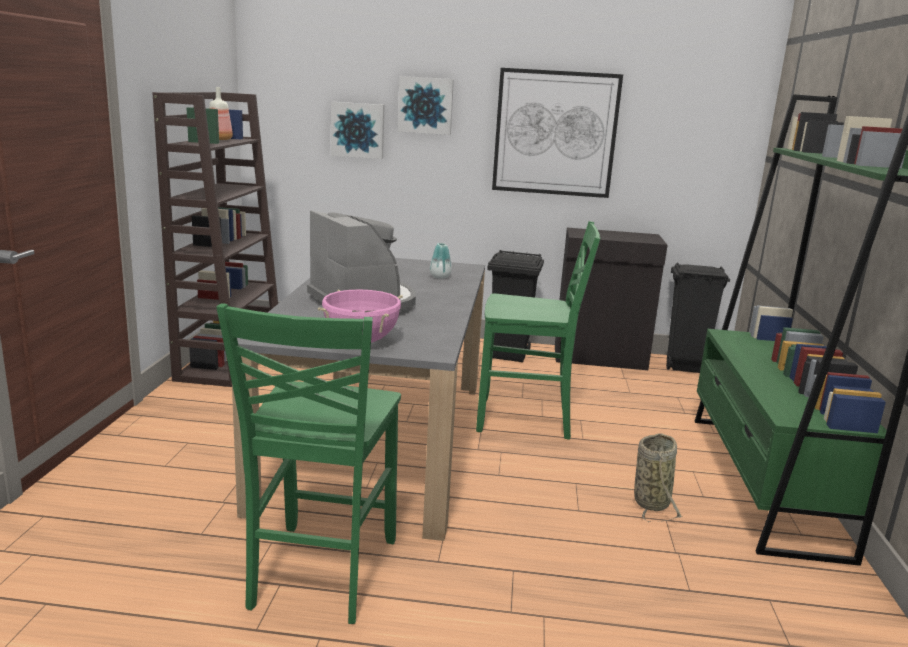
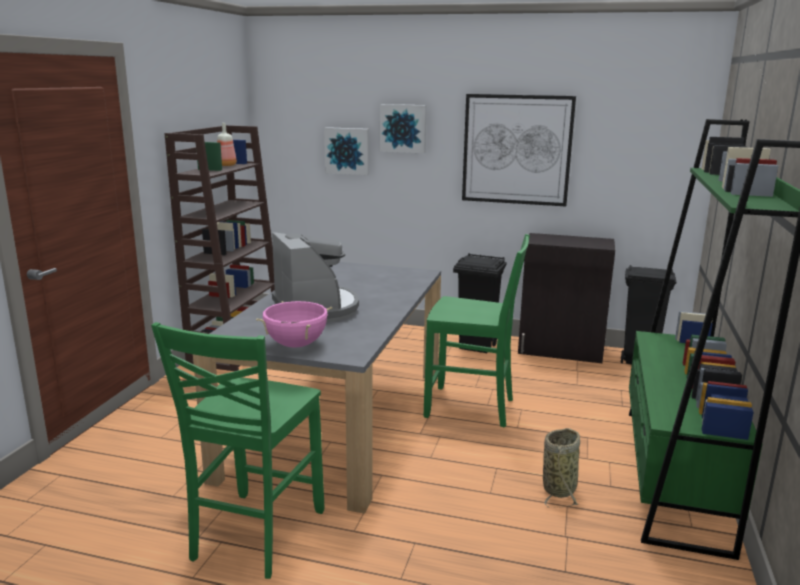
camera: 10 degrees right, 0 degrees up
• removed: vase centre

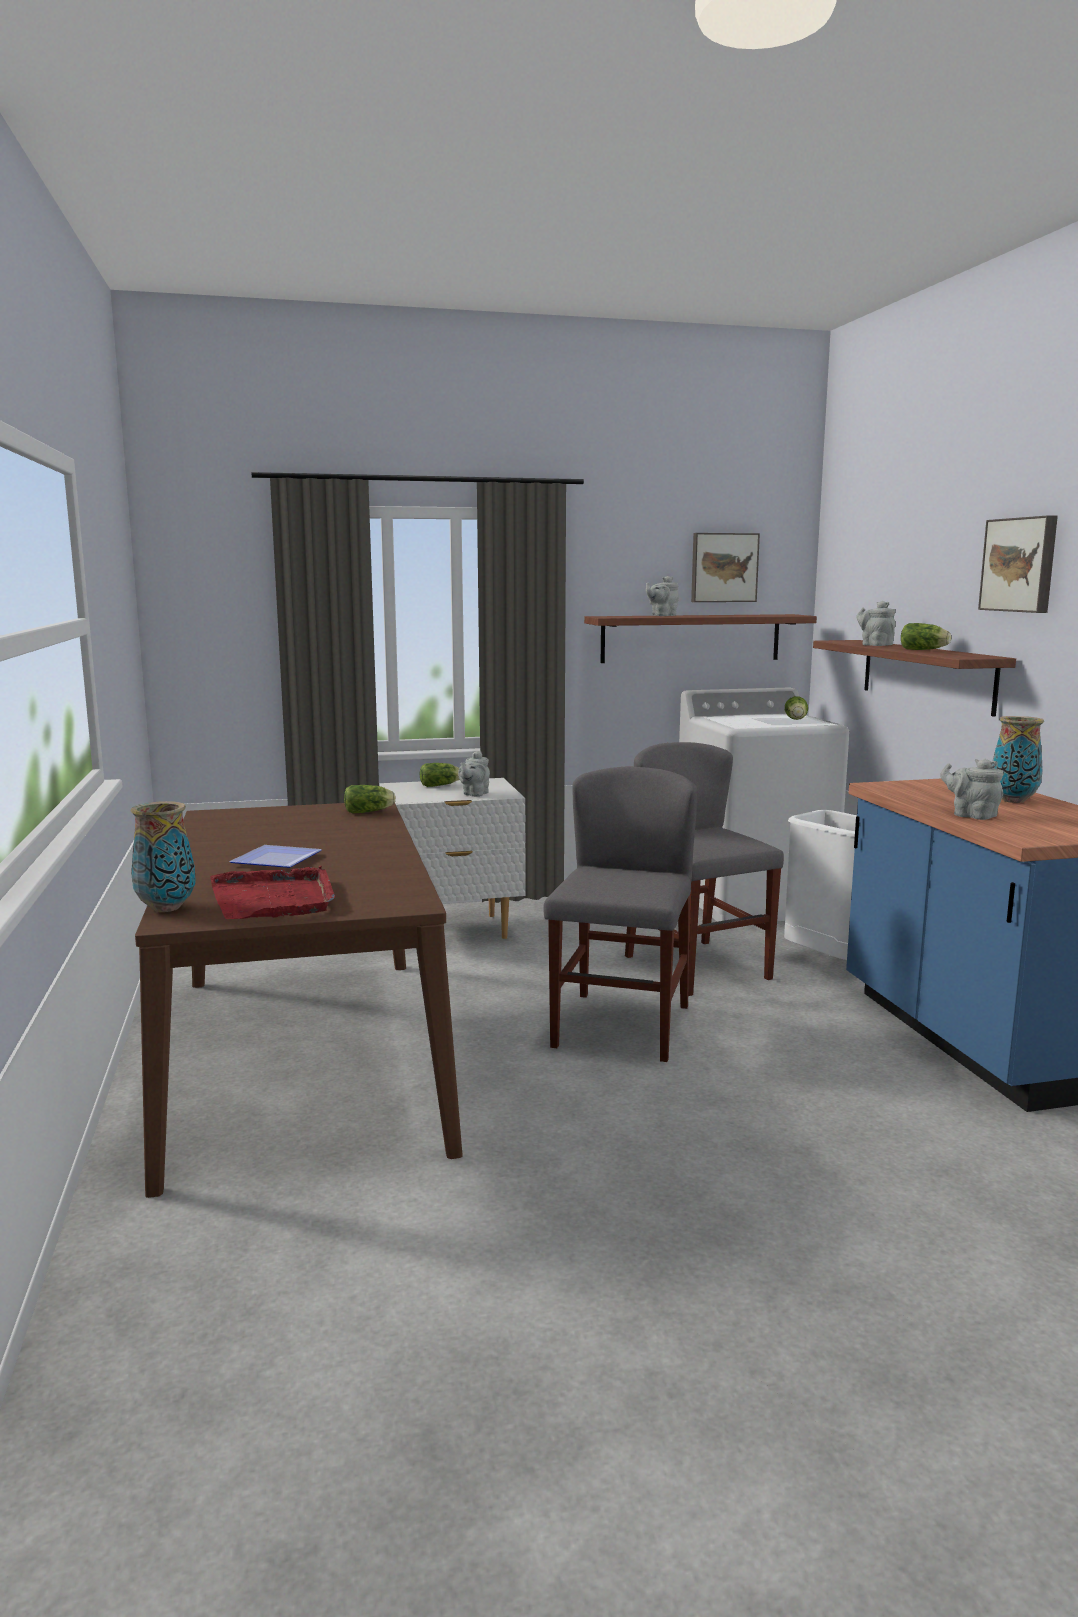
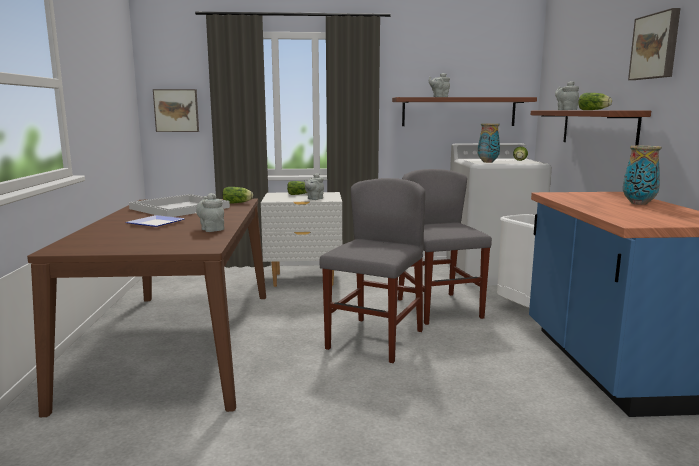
camera: 10 degrees right, 0 degrees up
• added: white tray middle left
• moved: picture (1st from left) middle right to top left
• moved: grey teapot (4th from left in the first image) middle right to grey teapot (1st from left) middle left
• moved: vase (1st from left) middle left to top right
• removed: red tray middle left

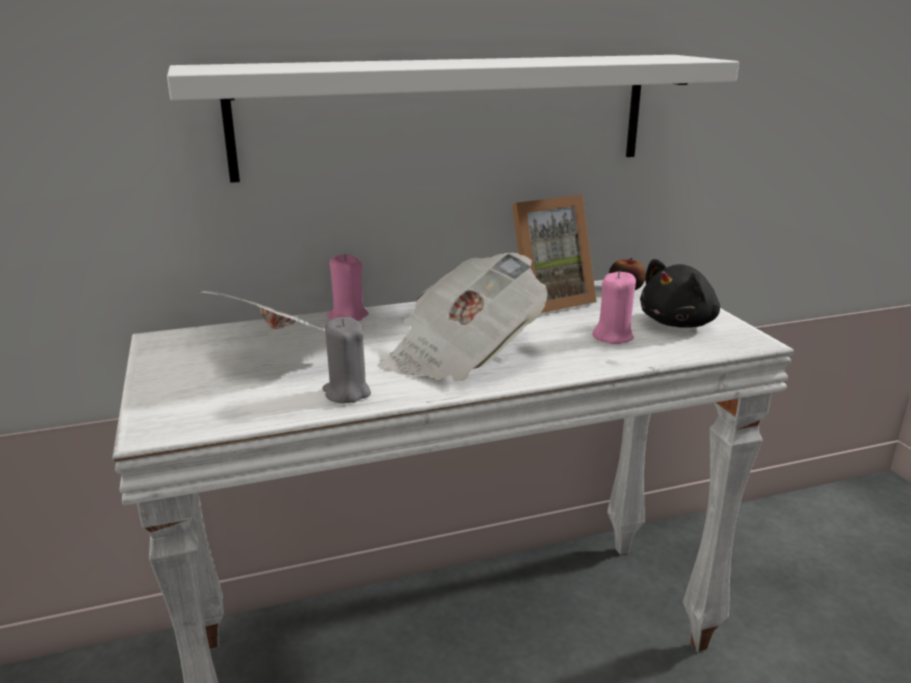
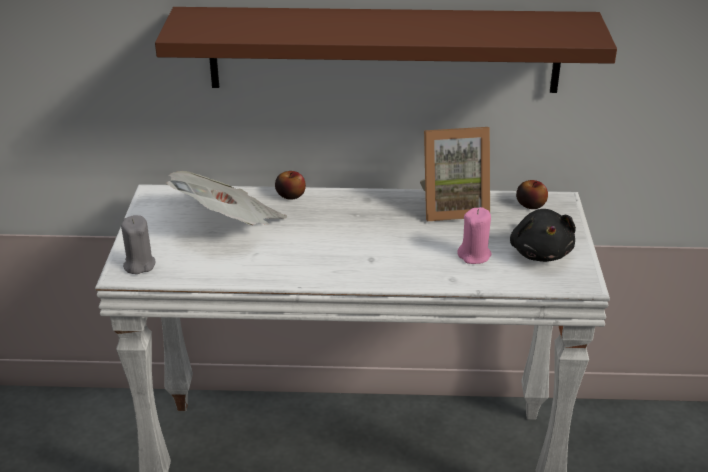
camera: 20 degrees right, 10 degrees up
• moved: grey candle centre to middle left
• recoloured: white shelf top centre to brown shelf top centre
• replaced: pink candle (1st from left) centre to apple (1st from left) centre
• turned: black plush toy middle right = middle right 75 degrees counterclockwise
• removed: newspaper (2nd from left) centre

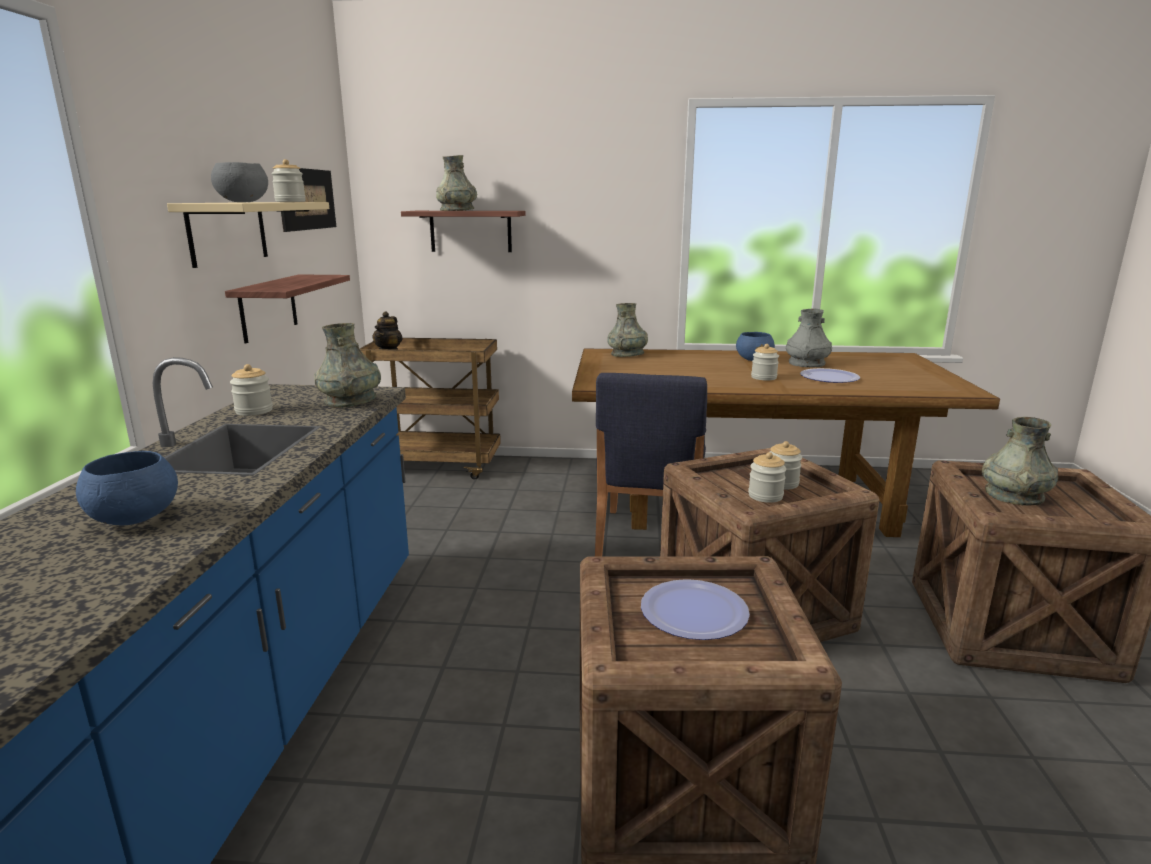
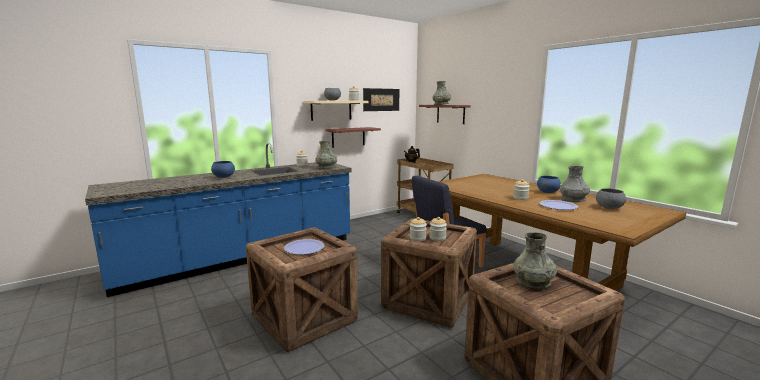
camera: 50 degrees right, 5 degrees down
• added: grey bowl (2nd from left) middle right
• removed: grey vase (3rd from left) centre

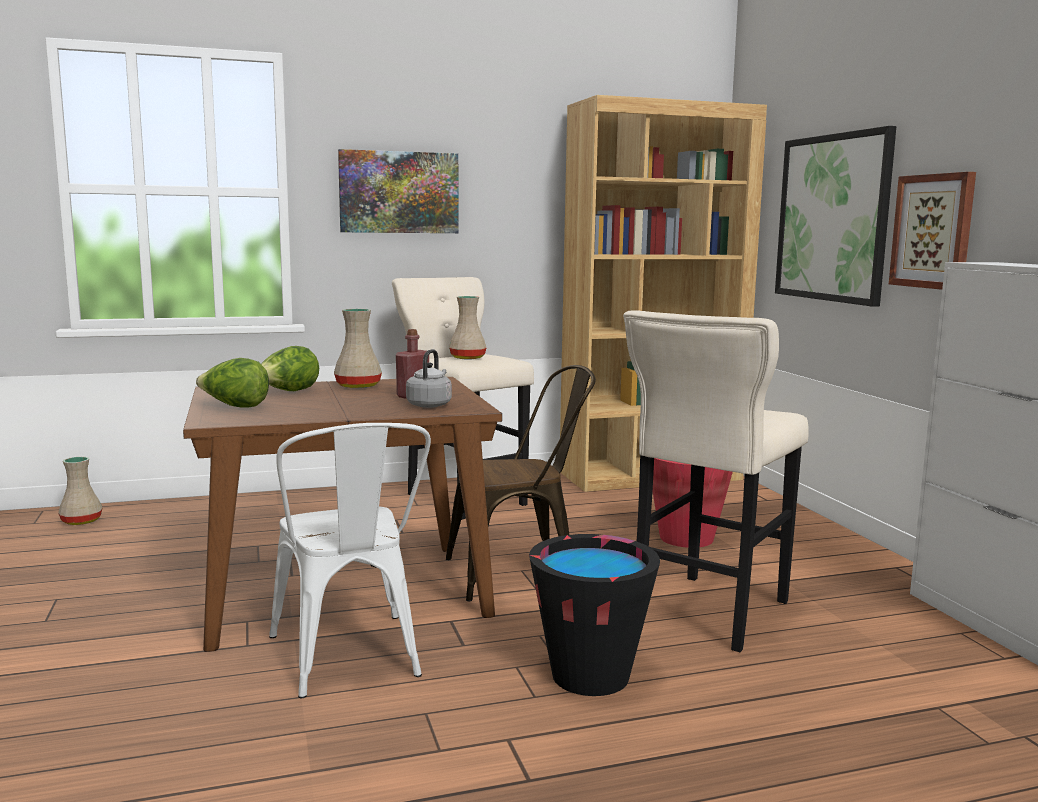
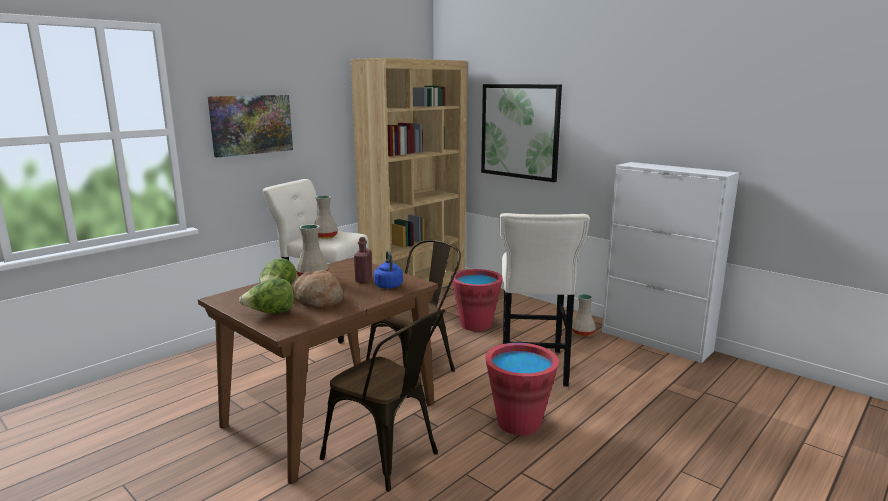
camera: 30 degrees left, 5 degrees up
• added: bread centre
• recoloured: white chair bottom centre to brown chair (1st from left) bottom centre
• recoloured: grey kettle centre to blue kettle centre
• recoloured: black bucket bottom centre to red bucket (2nd from left) bottom centre
• moved: beige vase (1st from left in the first image) middle left to beige vase (3rd from left) centre
• removed: picture (3rd from left) top right

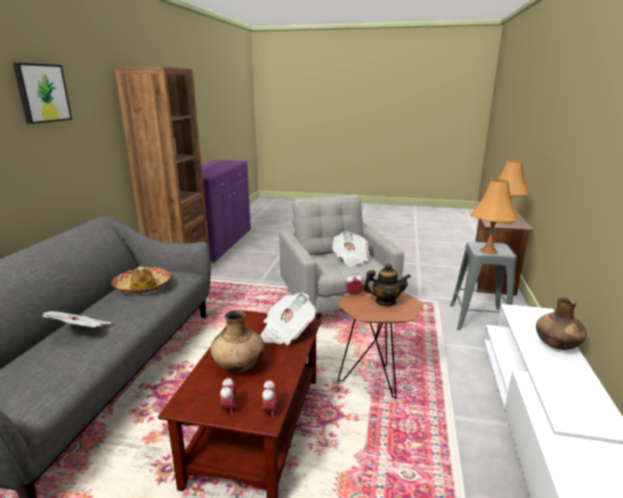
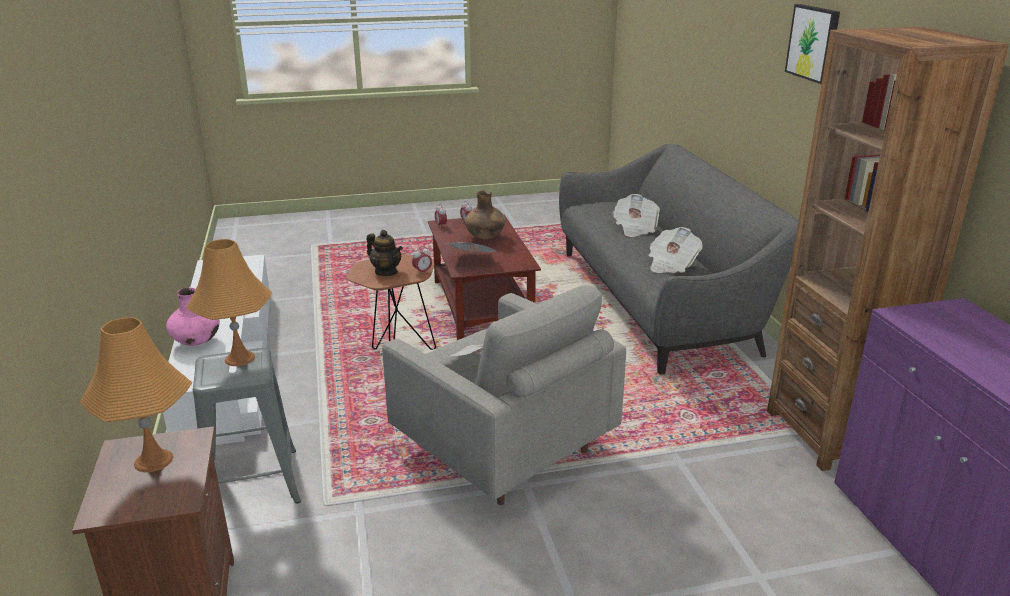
camera: 155 degrees right, 5 degrees up
• recoloured: brown vase (2nd from left) middle right to pink vase middle left
• turned: teapot centre = centre 120 degrees counterclockwise
• replaced: hat middle left to newspaper (4th from left) middle right

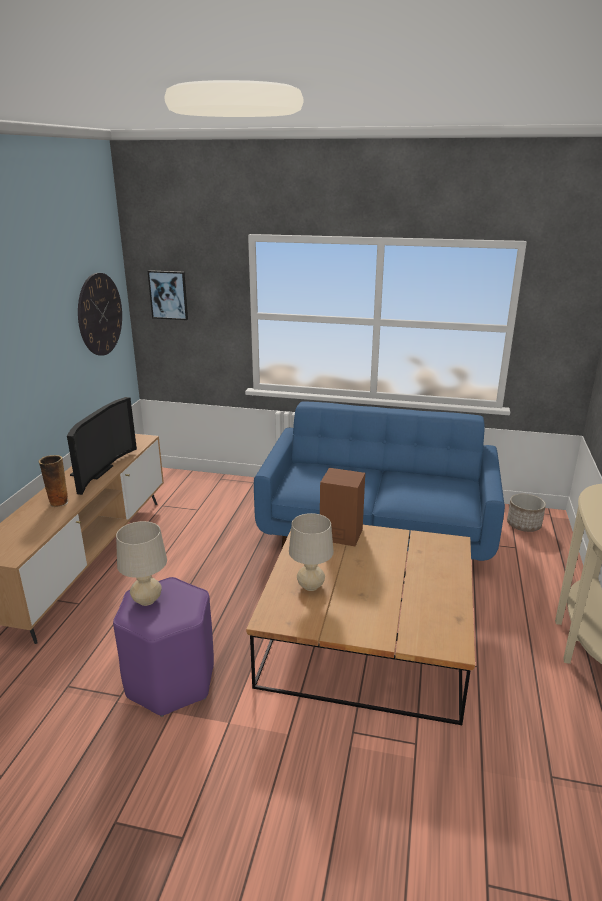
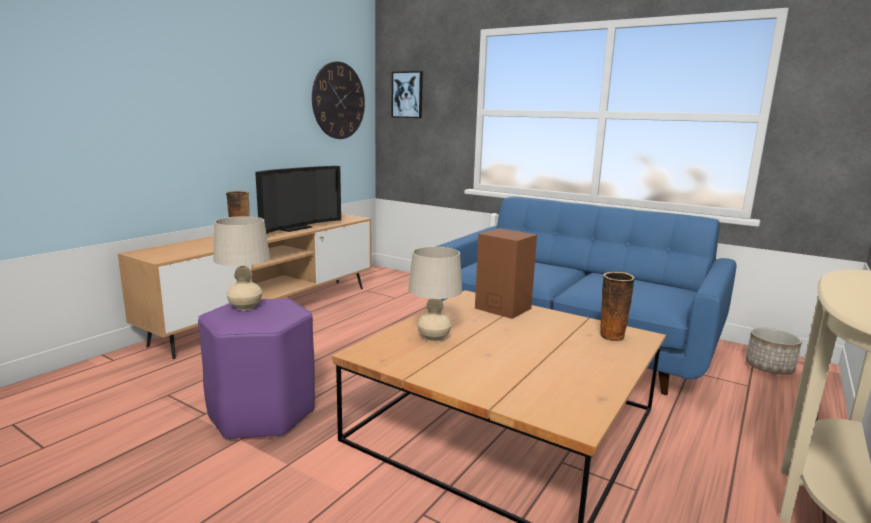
camera: 20 degrees right, 10 degrees down
• added: vase (2nd from left) middle right

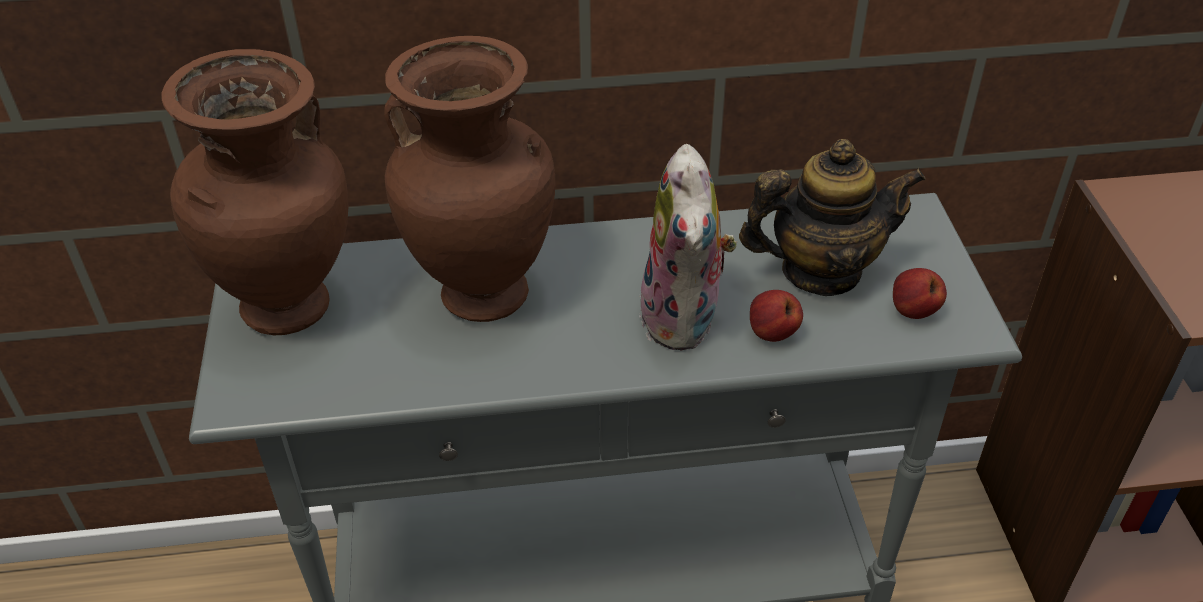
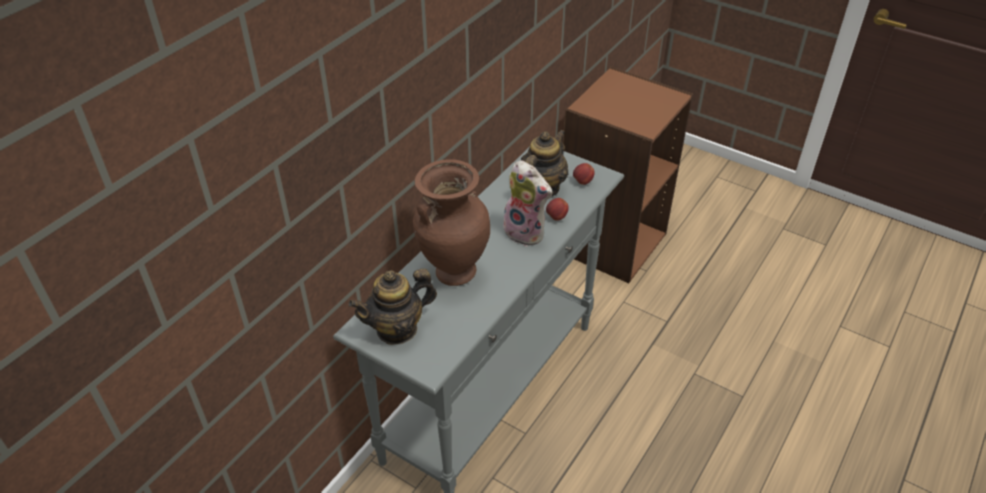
camera: 50 degrees left, 0 degrees up
• replaced: brown vase (1st from left) top left to teapot (1st from left) centre

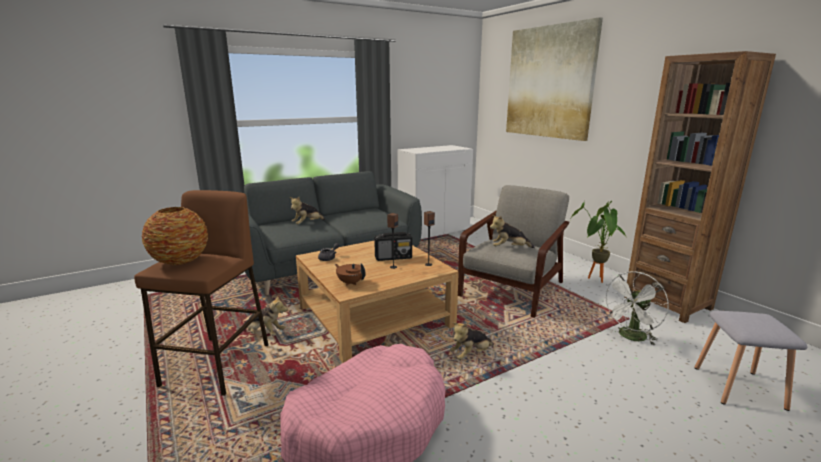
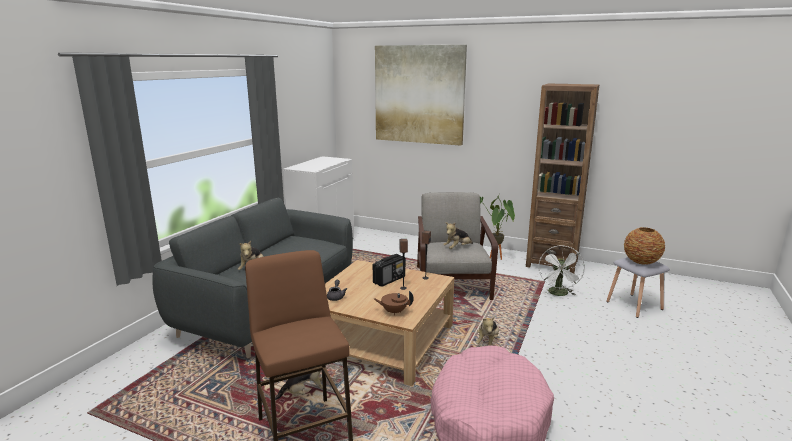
camera: 35 degrees left, 0 degrees up
• moved: vase middle left to middle right

